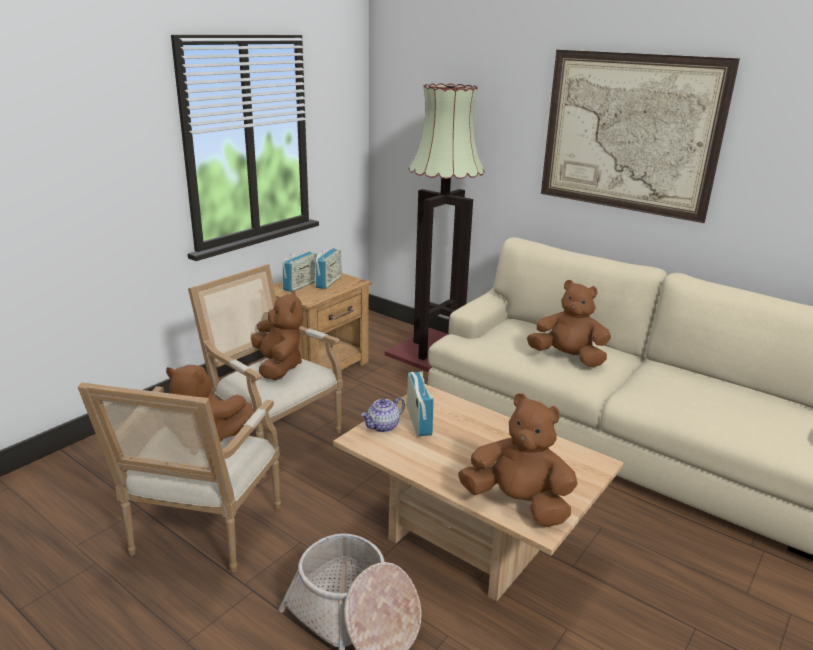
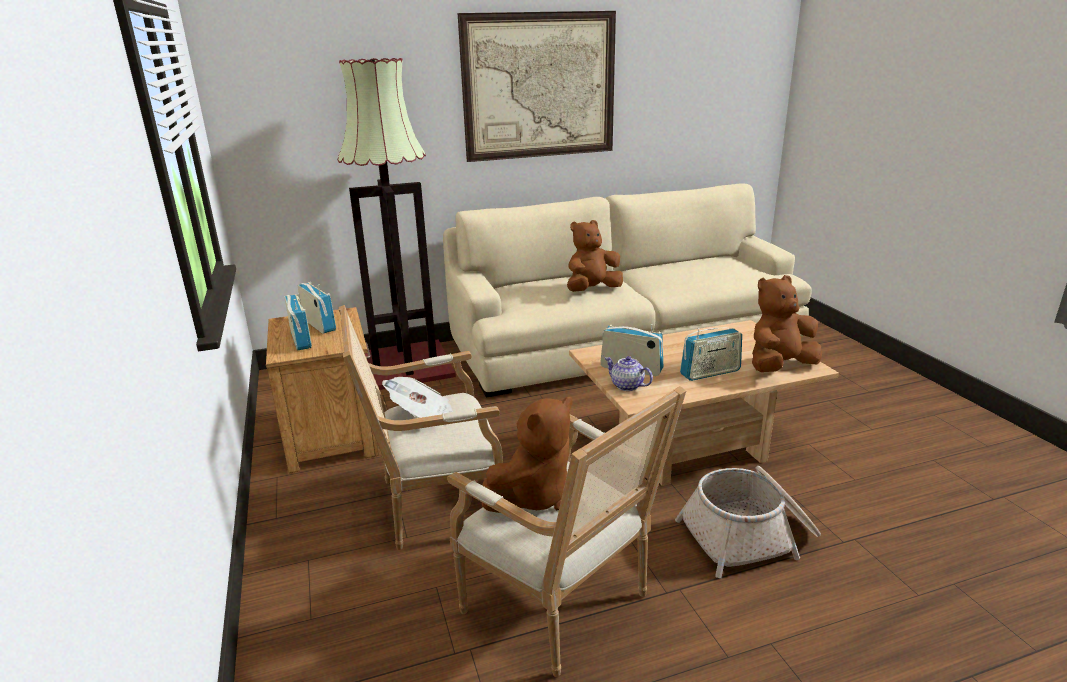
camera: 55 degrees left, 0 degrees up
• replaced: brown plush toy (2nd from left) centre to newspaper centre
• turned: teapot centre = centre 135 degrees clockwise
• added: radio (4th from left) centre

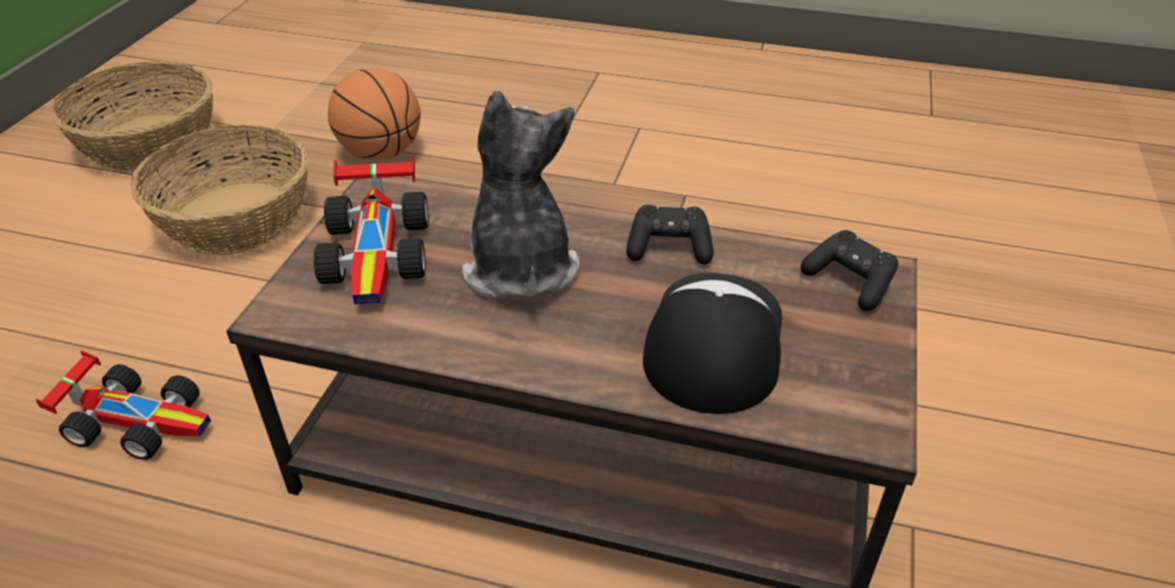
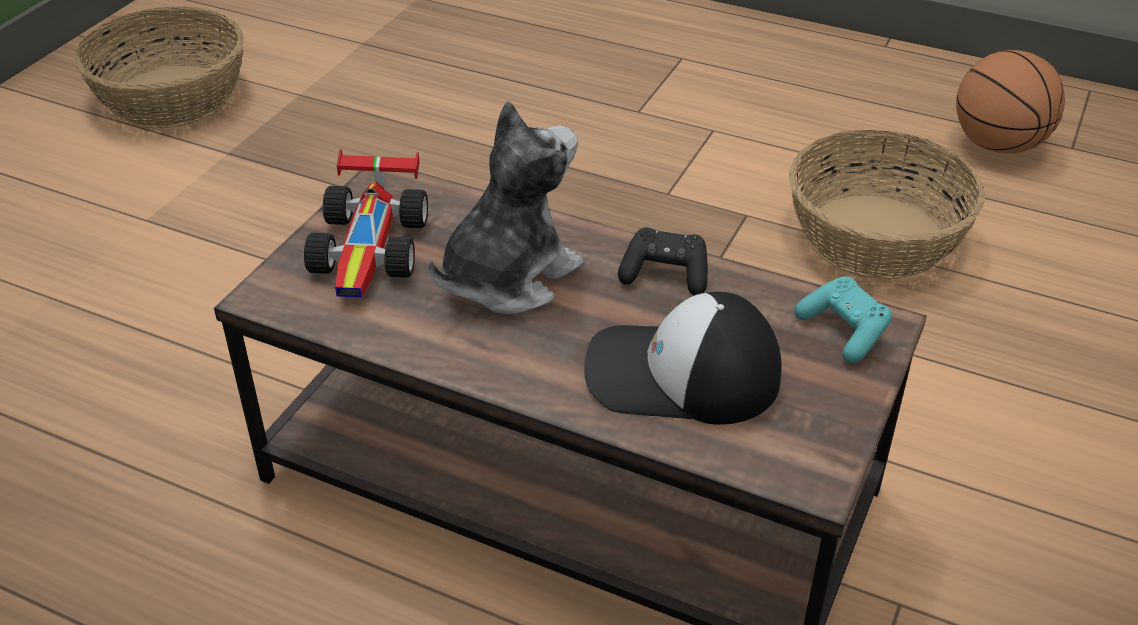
camera: 10 degrees right, 0 degrees up
• turned: plush toy top centre = top centre 45 degrees clockwise
• turned: cap centre = centre 105 degrees counterclockwise
• moved: basket (2nd from left) top left to top right
• recoloured: black game controller (2nd from left) middle right to turquoise game controller middle right
• moved: basketball top left to top right
• removed: toy car (1st from left) bottom left

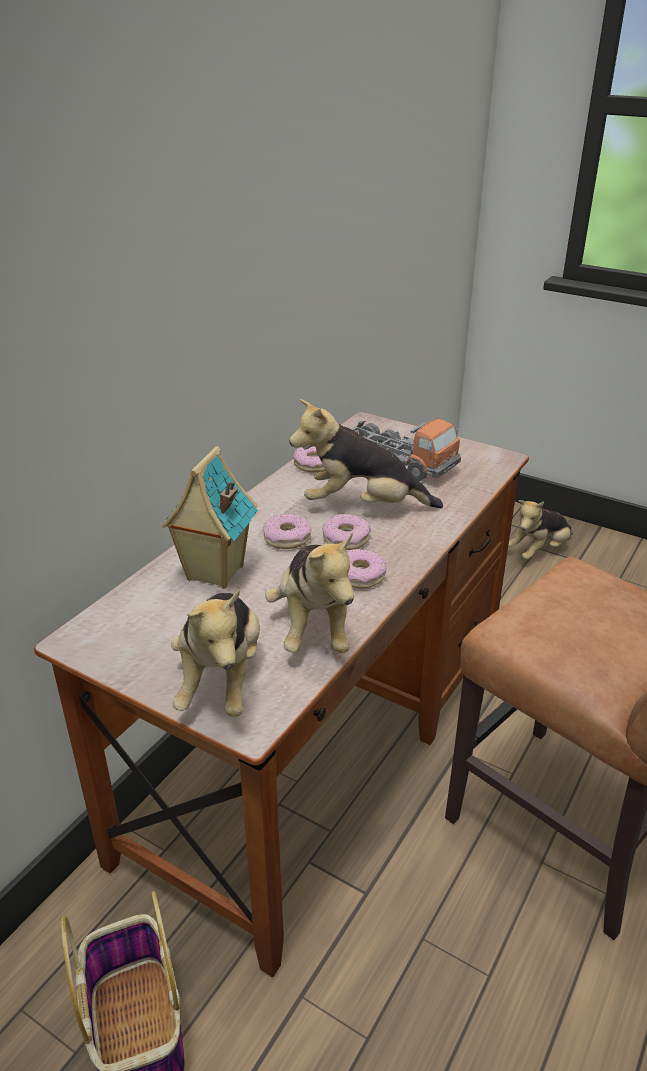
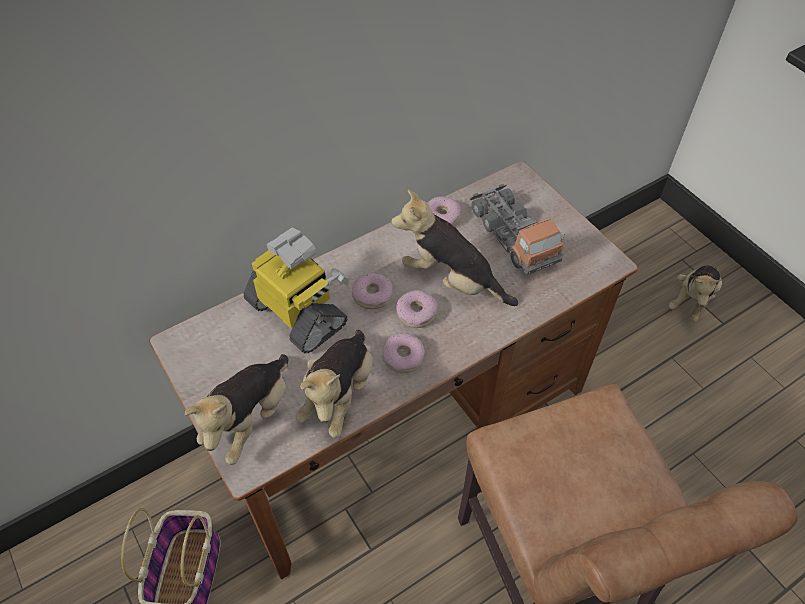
camera: 25 degrees right, 20 degrees up
• replaced: toy house middle left to toy robot centre
• turned: plush toy (4th from left) middle right = middle right 45 degrees counterclockwise

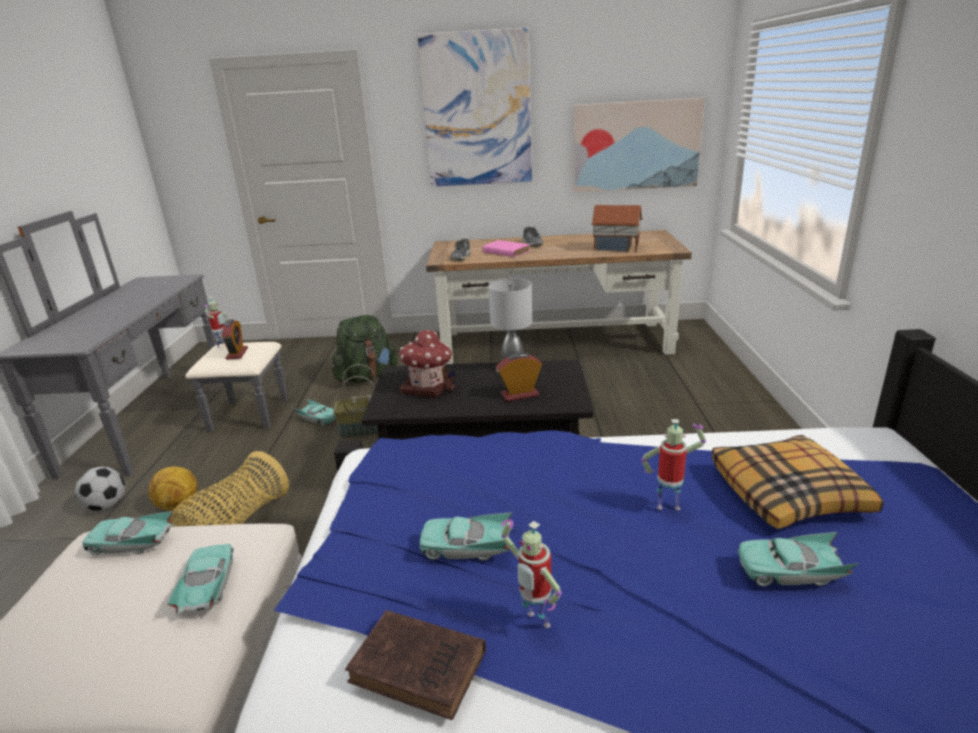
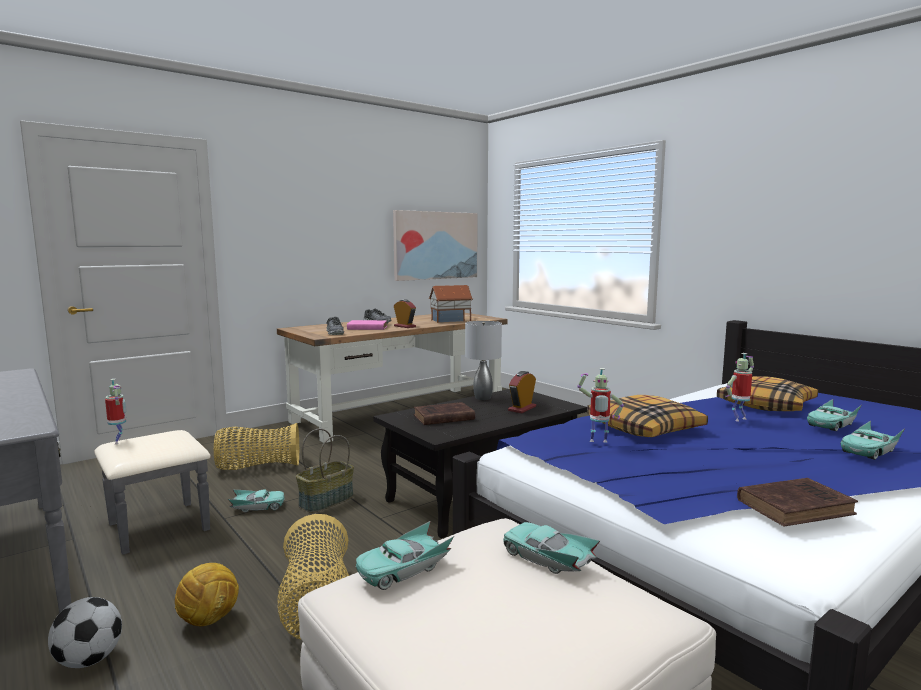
camera: 40 degrees left, 15 degrees down
• replaced: green backpack centre to basket (1st from left) middle left
• moved: alarm clock (1st from left) middle left to centre
• replaced: toy house (1st from left) centre to brown book (1st from left) centre
• moved: toy robot (2nd from left) bottom centre to centre
• added: pillow (1st from left) middle right
• moved: turquoise toy car (4th from left in the first image) bottom centre to turquoise toy car (5th from left) middle right
• removed: picture (1st from left) top centre

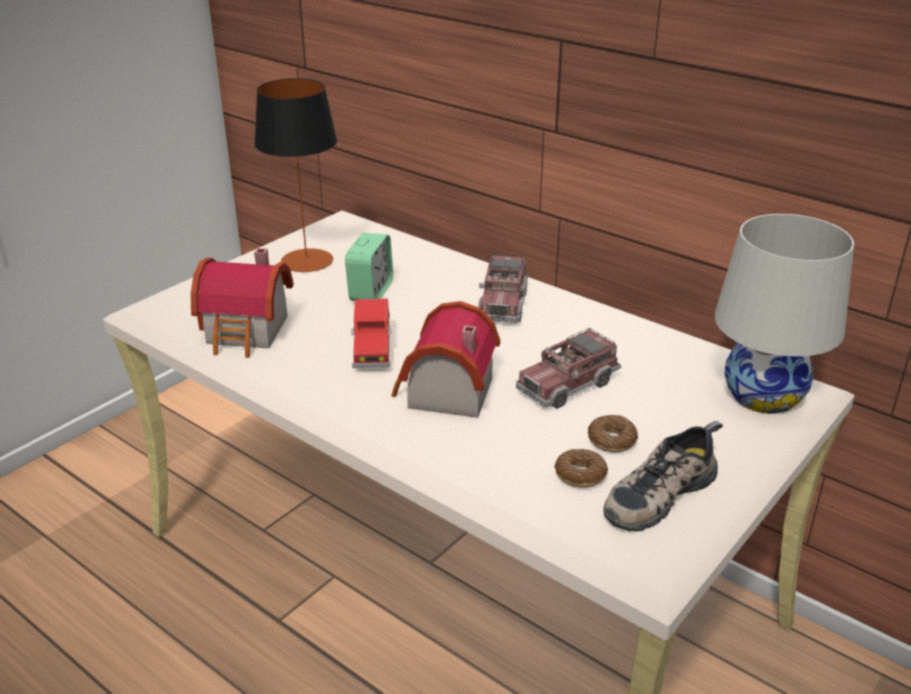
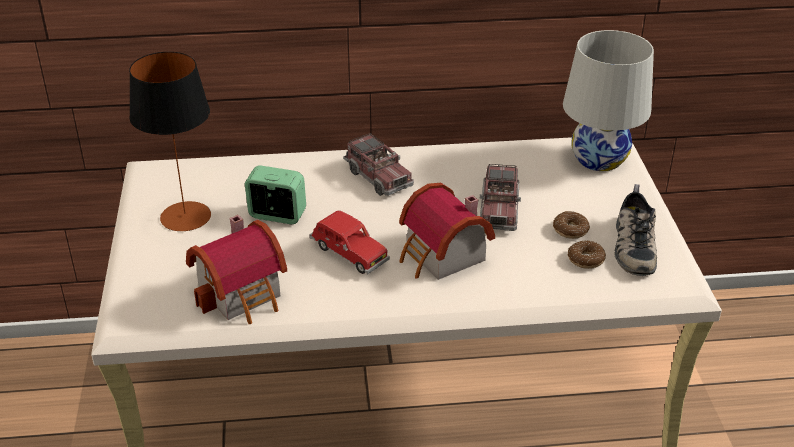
camera: 45 degrees left, 5 degrees up
• turned: alarm clock centre = centre 45 degrees counterclockwise

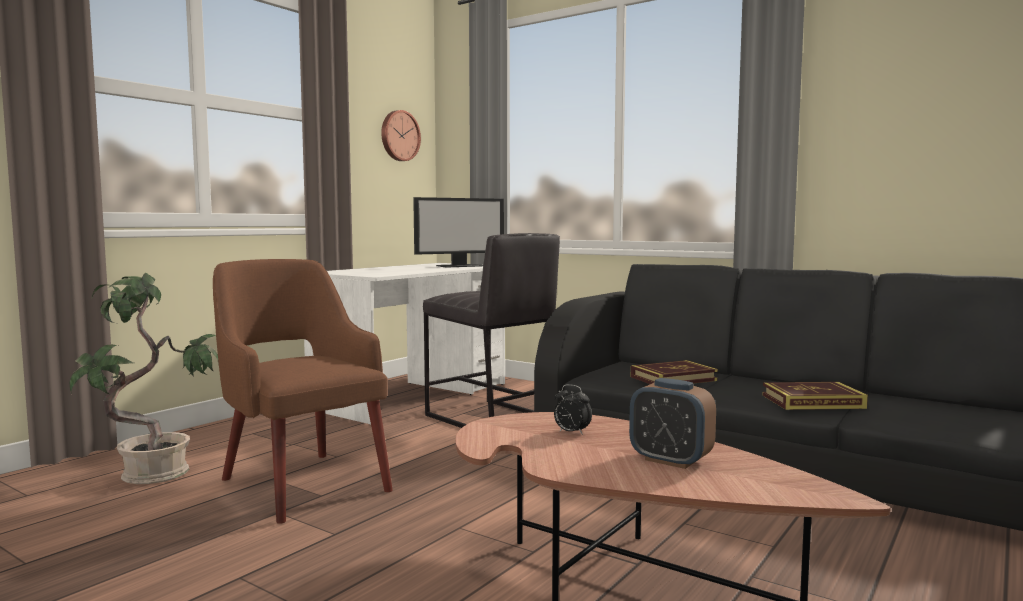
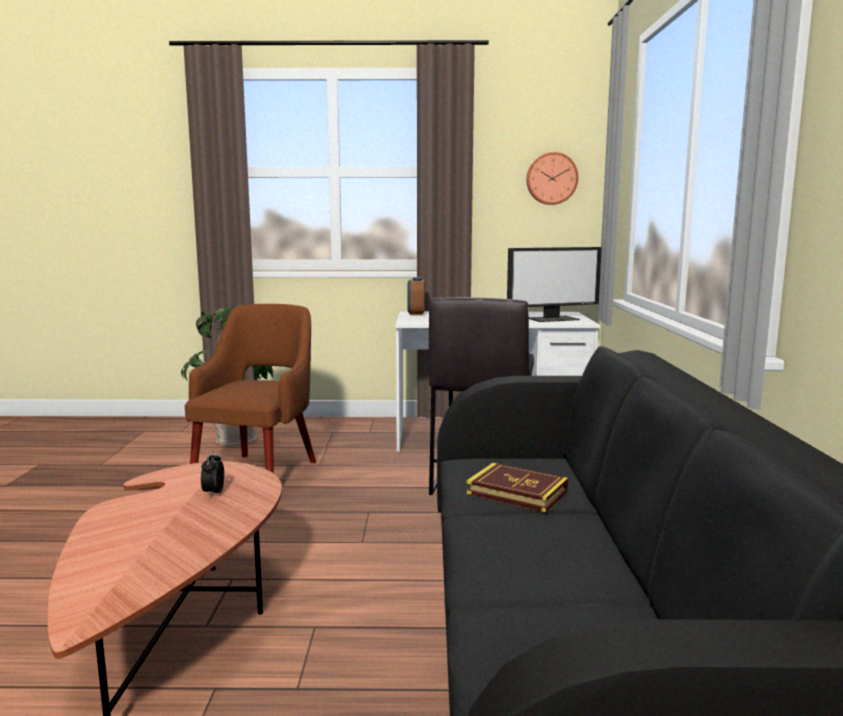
camera: 55 degrees right, 5 degrees up
• moved: alarm clock (2nd from left) bottom centre to centre
• turned: monitor centre = centre 45 degrees counterclockwise
• removed: book (2nd from left) middle right

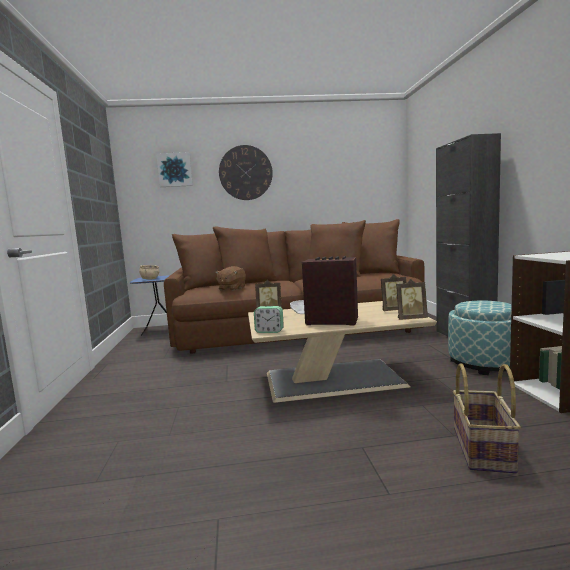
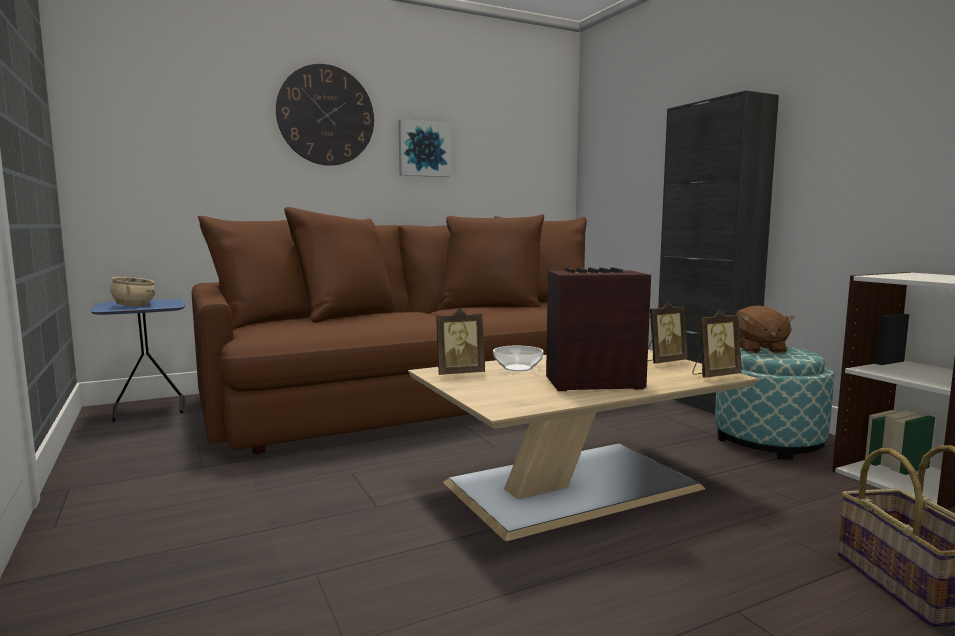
camera: 20 degrees left, 0 degrees up
• moved: picture top left to top centre
• moved: brown plush toy centre to middle right
• removed: alarm clock centre

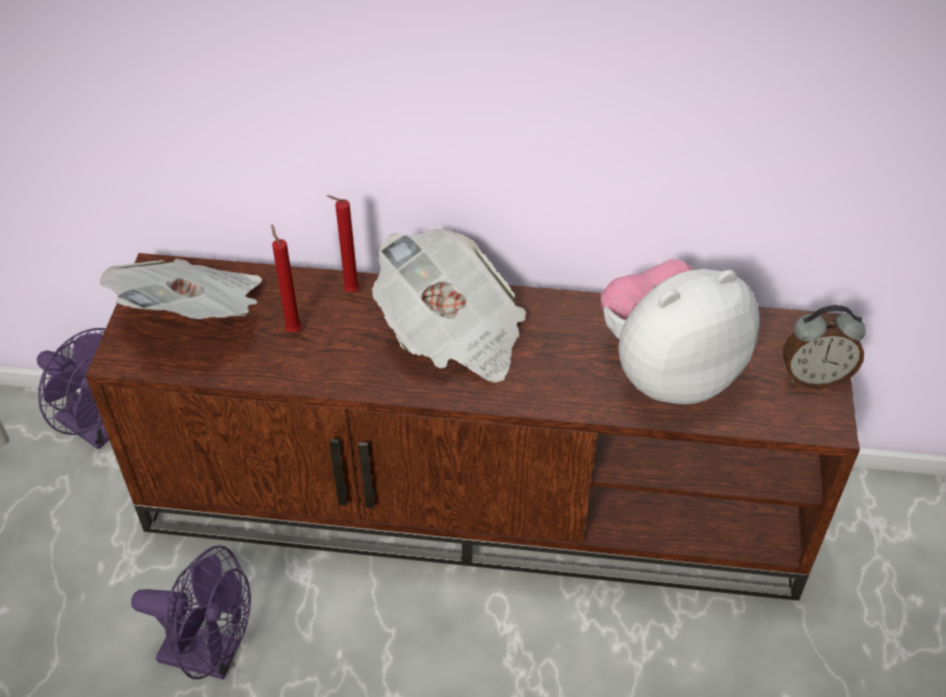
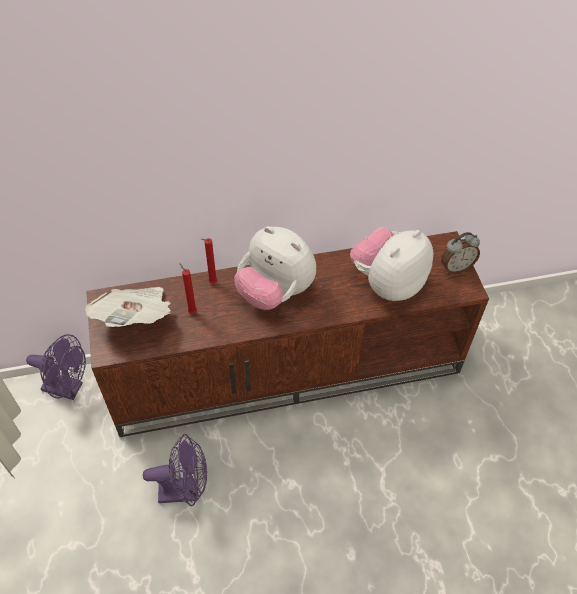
camera: 20 degrees left, 5 degrees up
• replaced: newspaper (2nd from left) centre to plush toy (1st from left) centre

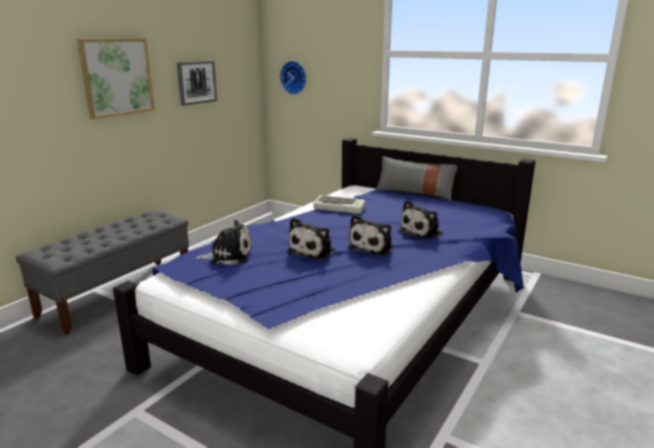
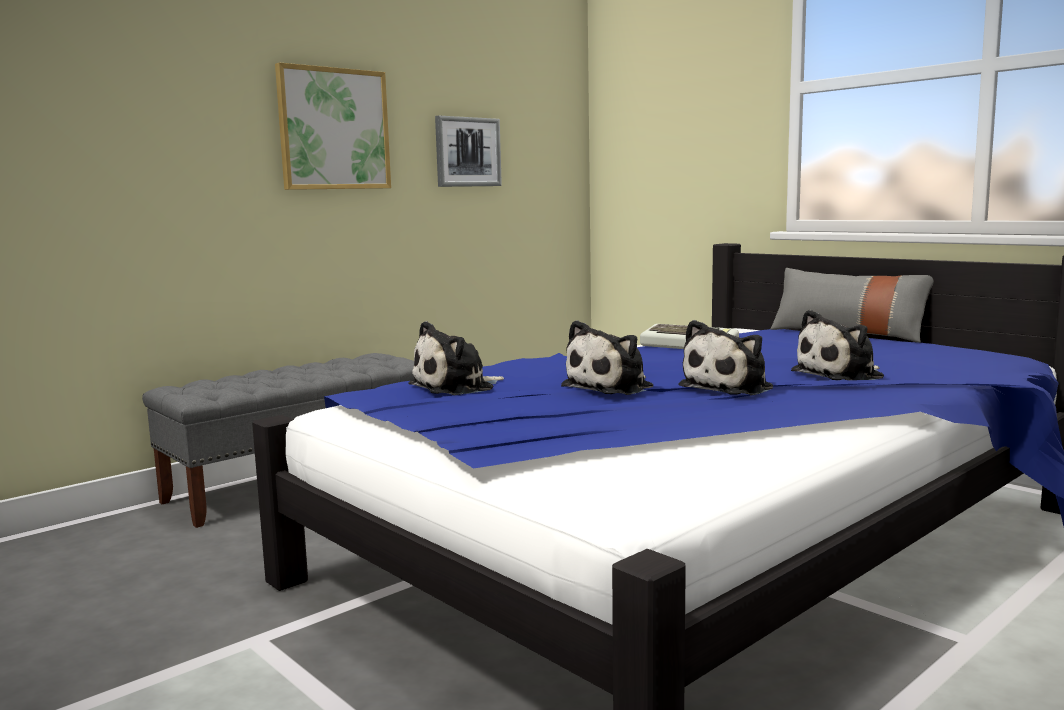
camera: 15 degrees right, 10 degrees down
• turned: plush toy (1st from left) centre = centre 135 degrees clockwise
• removed: wall clock top centre

